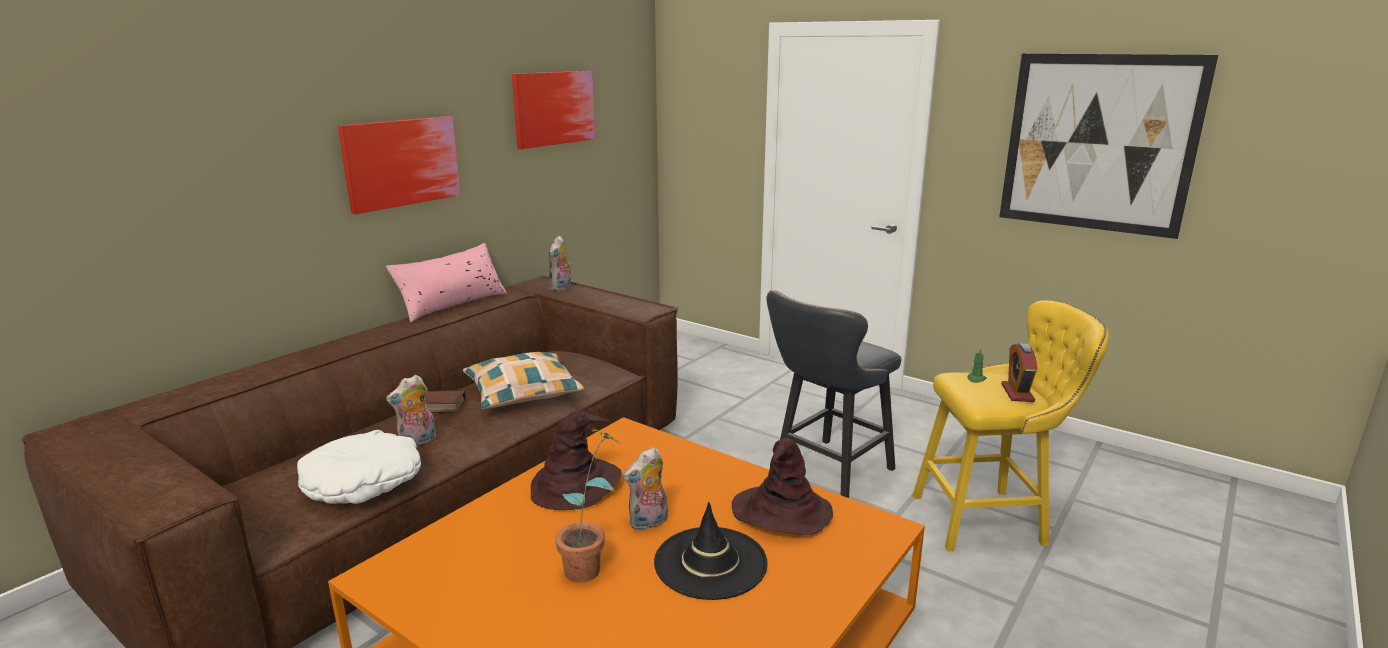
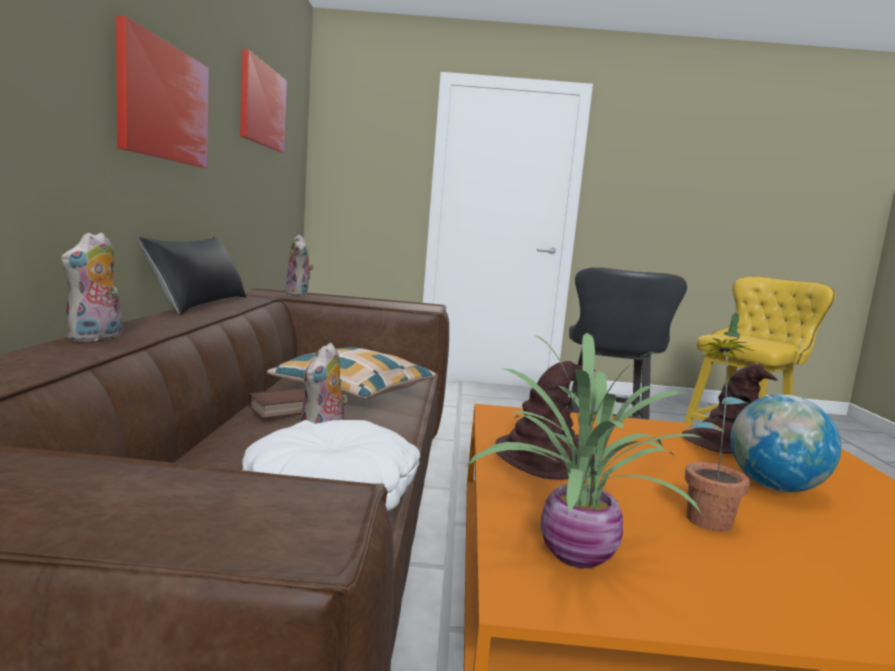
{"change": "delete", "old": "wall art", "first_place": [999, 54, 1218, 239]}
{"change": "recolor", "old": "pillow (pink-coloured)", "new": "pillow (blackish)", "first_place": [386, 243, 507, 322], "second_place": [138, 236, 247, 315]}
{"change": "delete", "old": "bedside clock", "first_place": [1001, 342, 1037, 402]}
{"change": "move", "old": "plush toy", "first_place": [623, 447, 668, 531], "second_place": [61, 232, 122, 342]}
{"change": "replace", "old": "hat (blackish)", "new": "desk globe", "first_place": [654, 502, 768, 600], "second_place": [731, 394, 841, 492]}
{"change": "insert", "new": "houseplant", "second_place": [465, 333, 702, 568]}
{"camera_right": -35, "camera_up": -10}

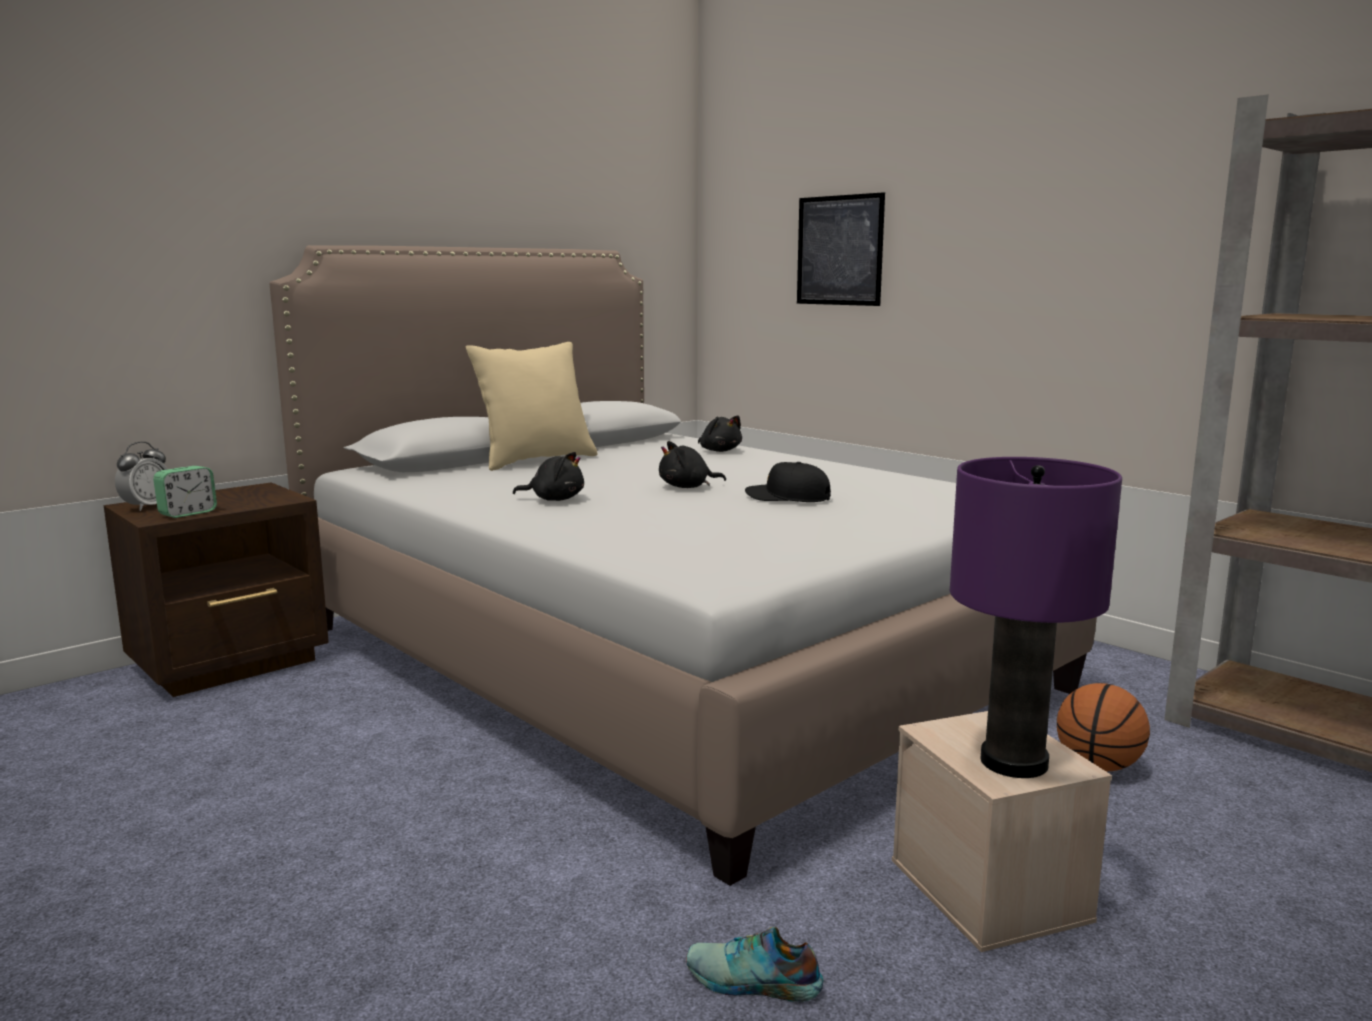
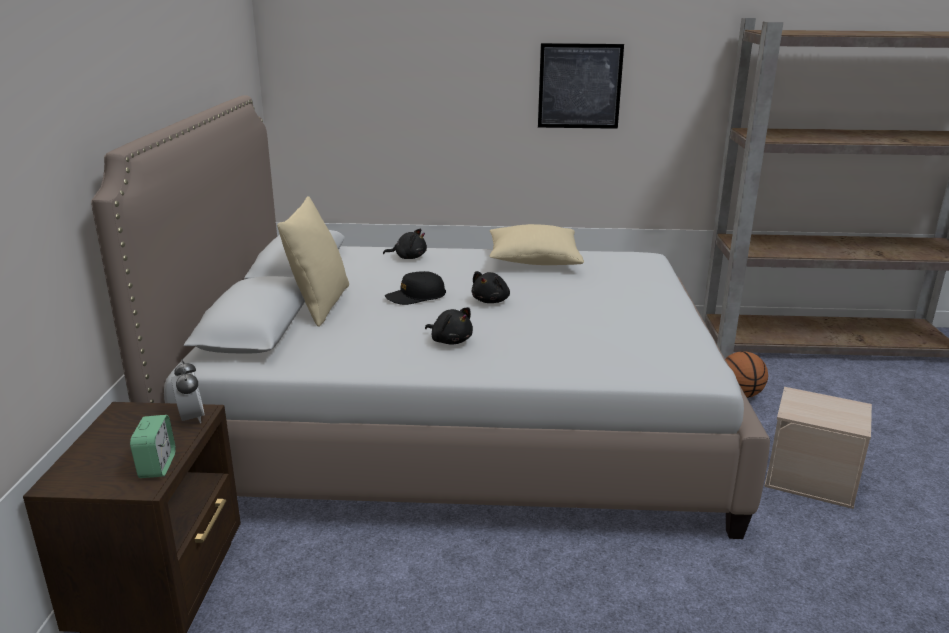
{"change": "move", "old": "wall art", "first_place": [797, 192, 885, 306], "second_place": [538, 43, 624, 129]}
{"change": "move", "old": "bedside clock", "first_place": [115, 442, 168, 511], "second_place": [171, 359, 205, 423]}
{"change": "rotate", "old": "plush toy (blackish)", "first_place": [513, 452, 584, 501], "second_place": [425, 307, 473, 345], "degrees": 75}
{"change": "delete", "old": "table lamp (purple)", "first_place": [950, 457, 1122, 778]}
{"change": "move", "old": "baseball cap (blackish)", "first_place": [745, 462, 831, 502], "second_place": [385, 271, 446, 305]}
{"change": "delete", "old": "item of footwear", "first_place": [686, 927, 823, 1002]}
{"change": "insert", "new": "pillow (sand-coloured)", "second_place": [489, 224, 584, 265]}
{"camera_right": -45, "camera_up": 10}

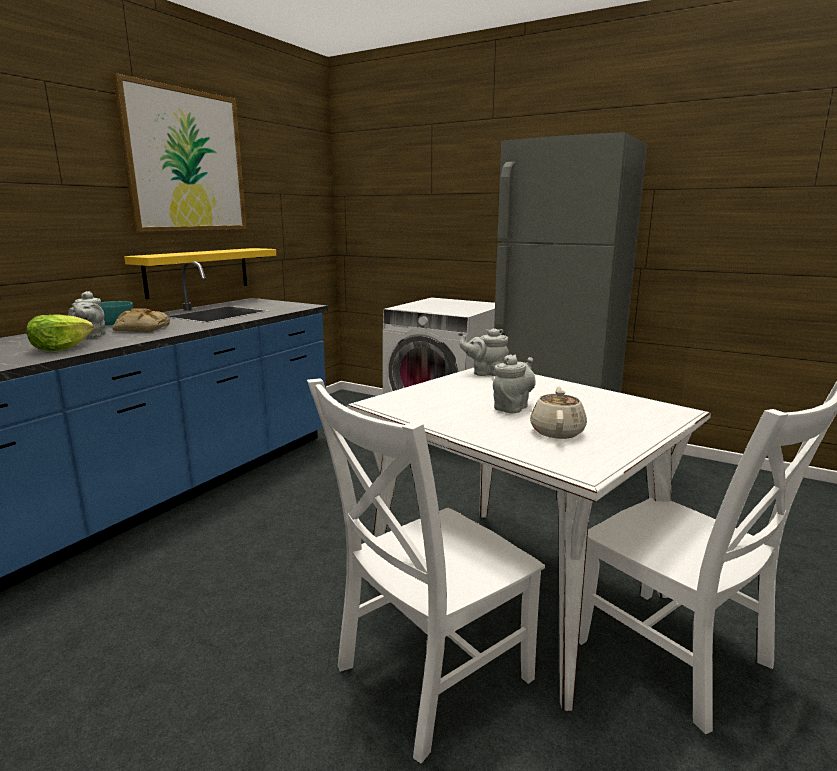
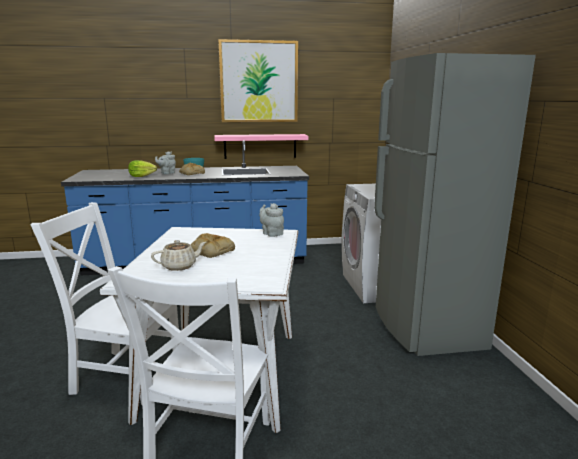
{"change": "recolor", "old": "wall shelf (yellow-coloured)", "new": "wall shelf (pink-coloured)", "first_place": [124, 248, 276, 299], "second_place": [214, 134, 308, 159]}
{"change": "replace", "old": "teapot (gray)", "new": "baked bread", "first_place": [493, 354, 536, 413], "second_place": [191, 233, 235, 258]}
{"camera_right": 50, "camera_up": 0}

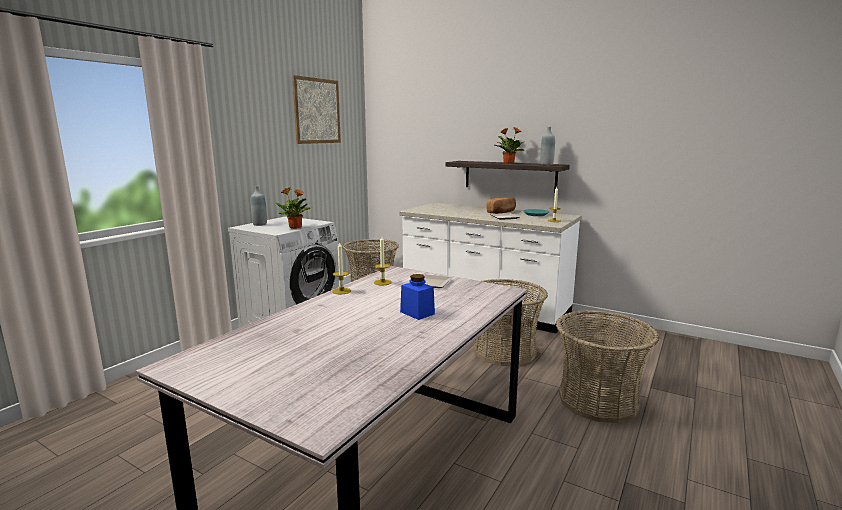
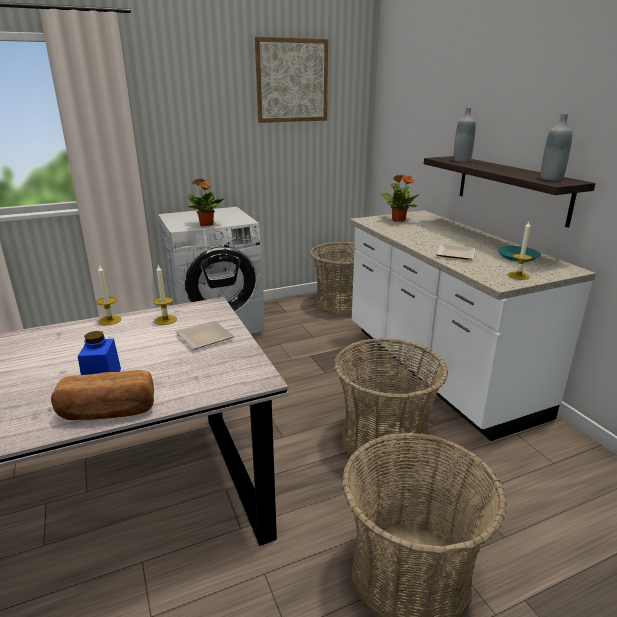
{"change": "move", "old": "houseplant", "first_place": [495, 127, 525, 164], "second_place": [380, 174, 420, 222]}
{"change": "move", "old": "beverage bottle (gray)", "first_place": [251, 186, 267, 226], "second_place": [453, 107, 476, 162]}
{"change": "move", "old": "baked bread", "first_place": [487, 197, 516, 214], "second_place": [51, 370, 154, 420]}
{"camera_right": 35, "camera_up": 10}

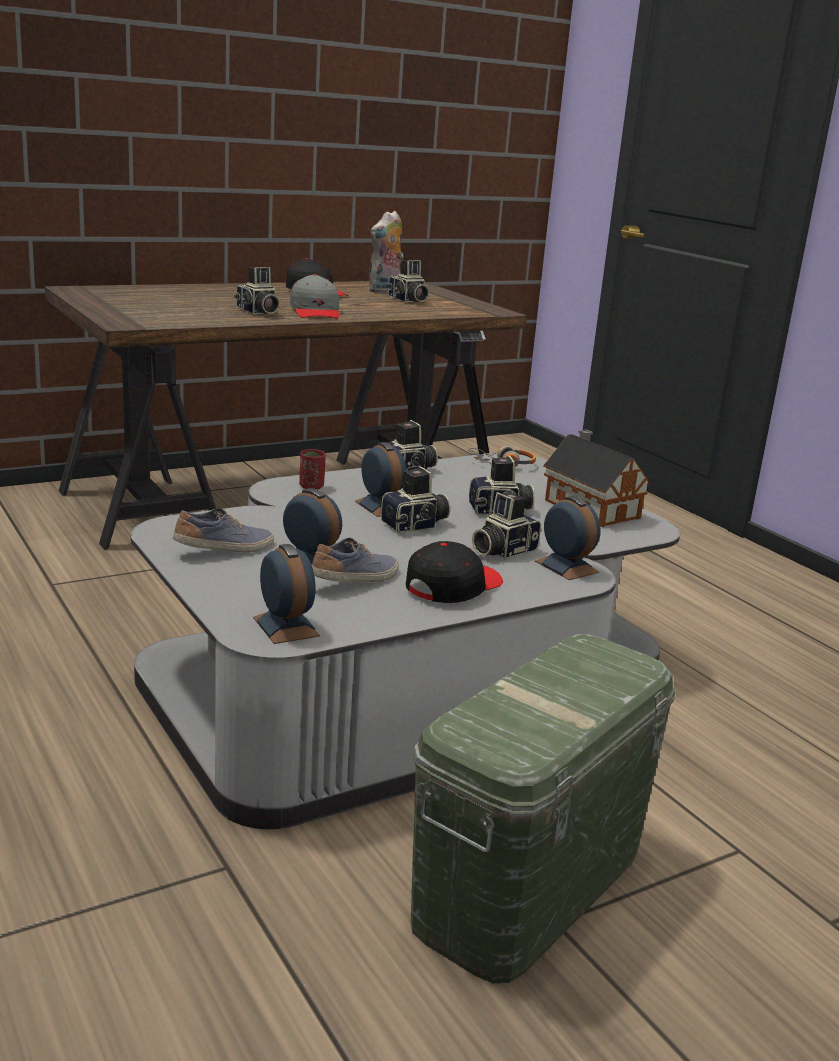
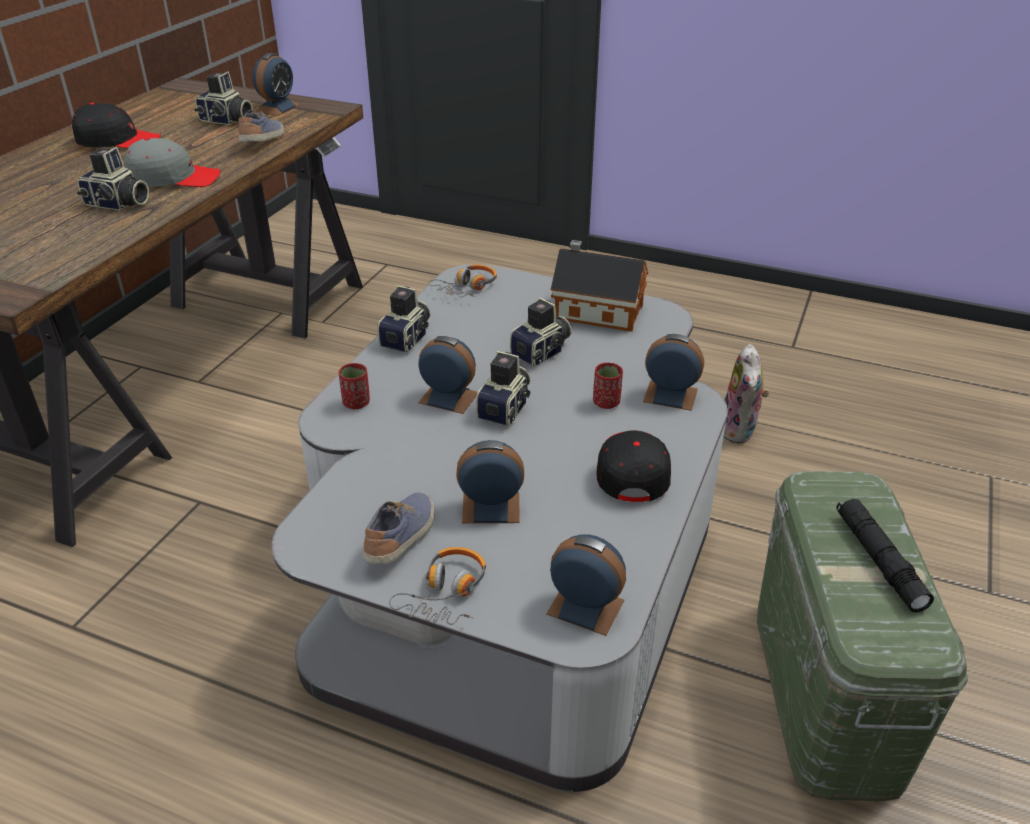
{"change": "move", "old": "plush toy", "first_place": [369, 211, 404, 293], "second_place": [723, 344, 769, 444]}
{"change": "rotate", "old": "baseball cap (gray)", "first_place": [290, 274, 339, 319], "second_place": [124, 138, 221, 187], "degrees": -45}
{"change": "replace", "old": "photo camera", "new": "drinking cup (red)", "first_place": [472, 492, 541, 559], "second_place": [593, 363, 623, 409]}
{"change": "move", "old": "item of footwear", "first_place": [312, 538, 399, 582], "second_place": [238, 110, 284, 142]}
{"change": "insert", "new": "bedside clock", "second_place": [253, 53, 300, 116]}
{"change": "insert", "new": "flashlight (blackish)", "second_place": [837, 499, 934, 612]}
{"change": "insert", "new": "pair of headphones", "second_place": [389, 547, 486, 625]}
{"camera_right": -35, "camera_up": 15}

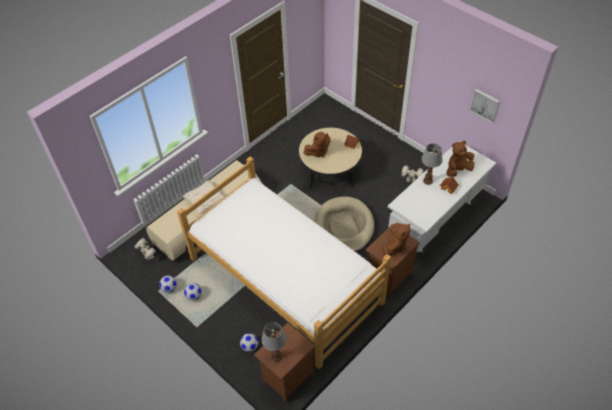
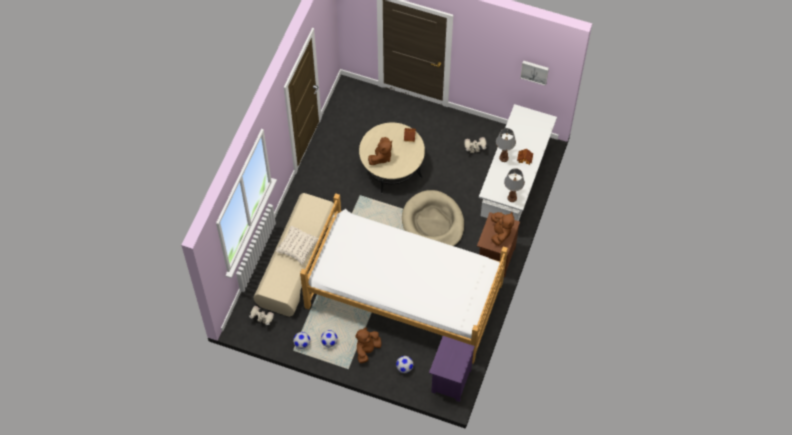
{"change": "move", "old": "plush toy (brown-coloured)", "first_place": [447, 141, 475, 177], "second_place": [355, 328, 382, 363]}
{"change": "move", "old": "table lamp", "first_place": [261, 322, 287, 362], "second_place": [504, 168, 525, 202]}
{"change": "recolor", "old": "bedside table (brown-coloured)", "new": "bedside table (purple)", "first_place": [254, 323, 315, 403], "second_place": [429, 336, 475, 402]}
{"camera_right": -25, "camera_up": 10}

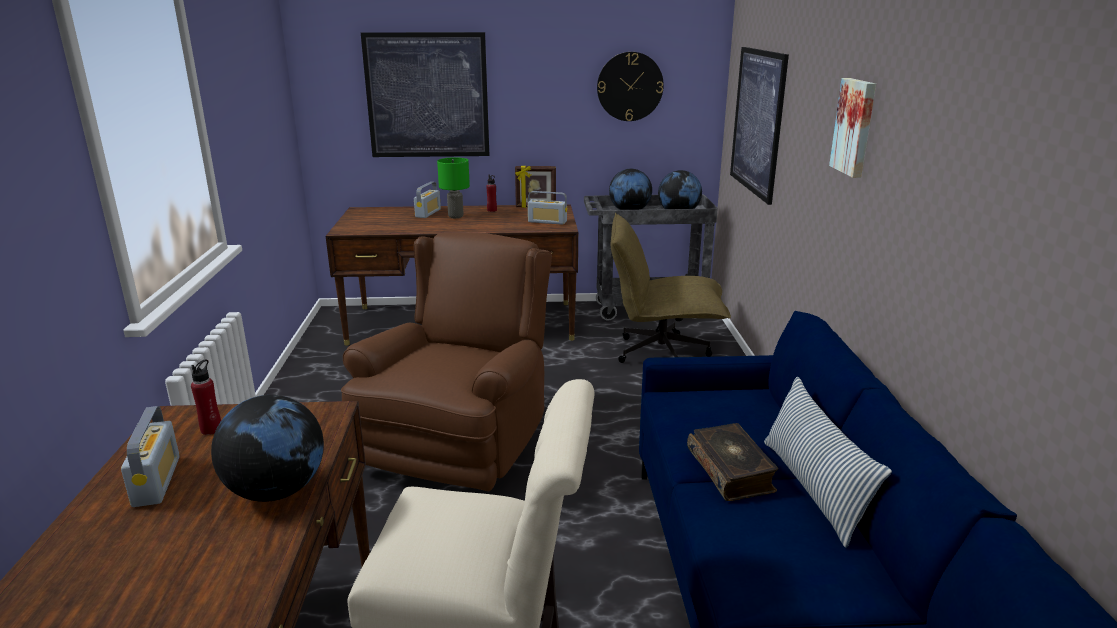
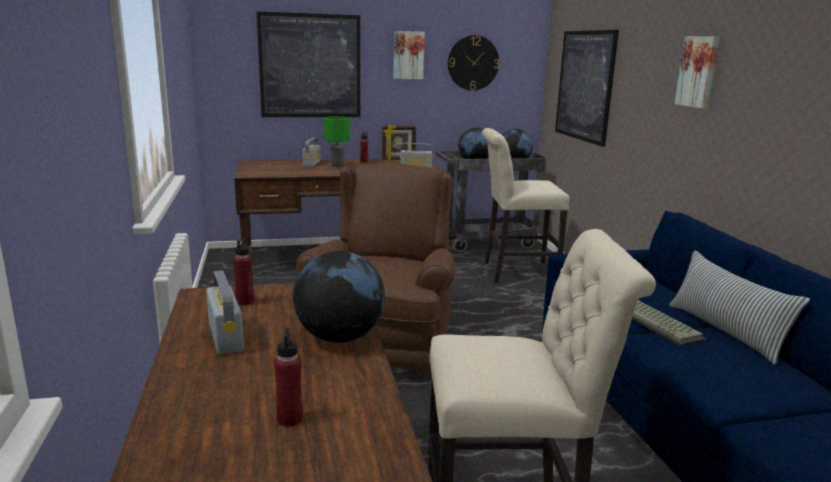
{"change": "replace", "old": "computer chair (sand-coloured)", "new": "sitting stool (sand-coloured)", "first_place": [611, 213, 731, 363], "second_place": [482, 128, 570, 283]}
{"change": "replace", "old": "bound book", "new": "PC keyboard", "first_place": [687, 423, 778, 501], "second_place": [632, 300, 706, 346]}
{"change": "insert", "new": "wall art", "second_place": [393, 31, 425, 79]}
{"change": "insert", "new": "beverage bottle (red)", "second_place": [274, 328, 303, 427]}
{"camera_right": -10, "camera_up": -5}

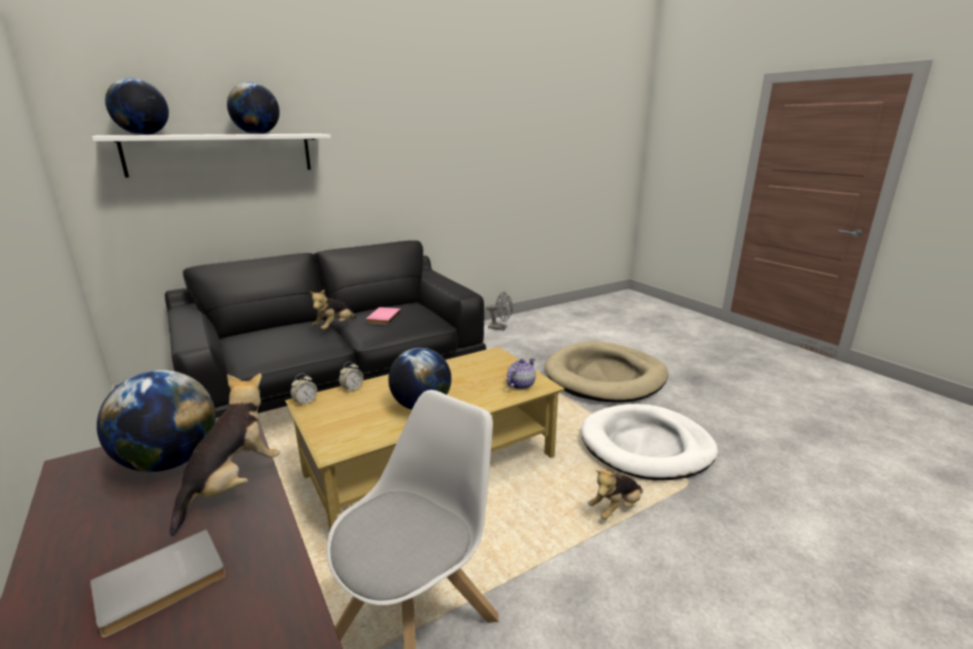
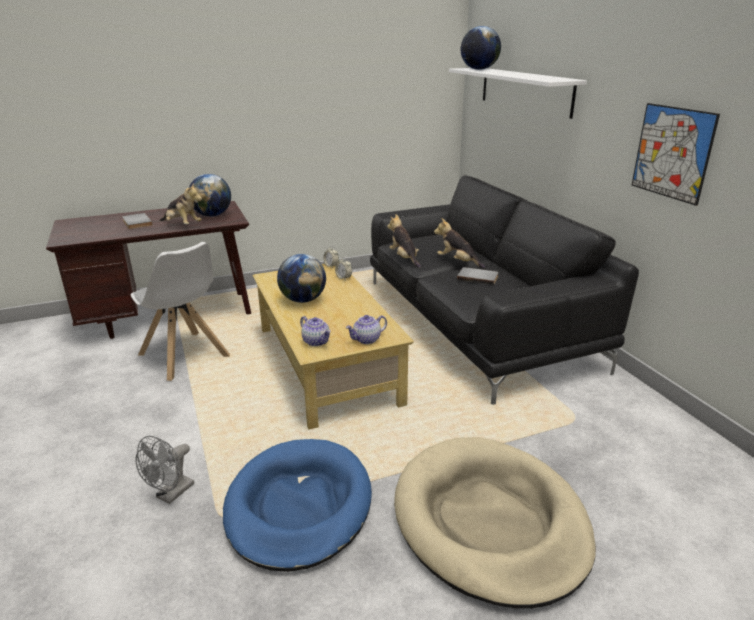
{"change": "delete", "old": "desk globe", "first_place": [227, 82, 280, 134]}
{"change": "move", "old": "electric fan (gray)", "first_place": [486, 292, 513, 331], "second_place": [136, 436, 194, 504]}
{"change": "recolor", "old": "bound book (pink-coloured)", "new": "bound book (gray)", "first_place": [366, 307, 401, 325], "second_place": [457, 267, 499, 285]}
{"change": "recolor", "old": "pet bed (white)", "new": "pet bed (blue-coloured)", "first_place": [581, 404, 718, 480], "second_place": [223, 439, 372, 572]}
{"change": "move", "old": "plush toy", "first_place": [588, 470, 643, 520], "second_place": [387, 214, 421, 268]}
{"change": "insert", "new": "wall art", "second_place": [632, 103, 720, 206]}
{"change": "insert", "new": "teapot", "second_place": [346, 315, 387, 344]}
{"camera_right": 100, "camera_up": 5}

